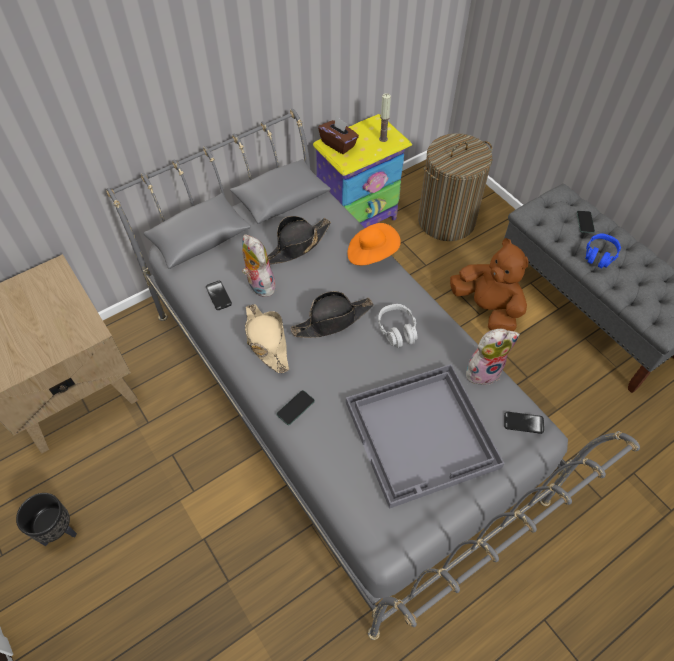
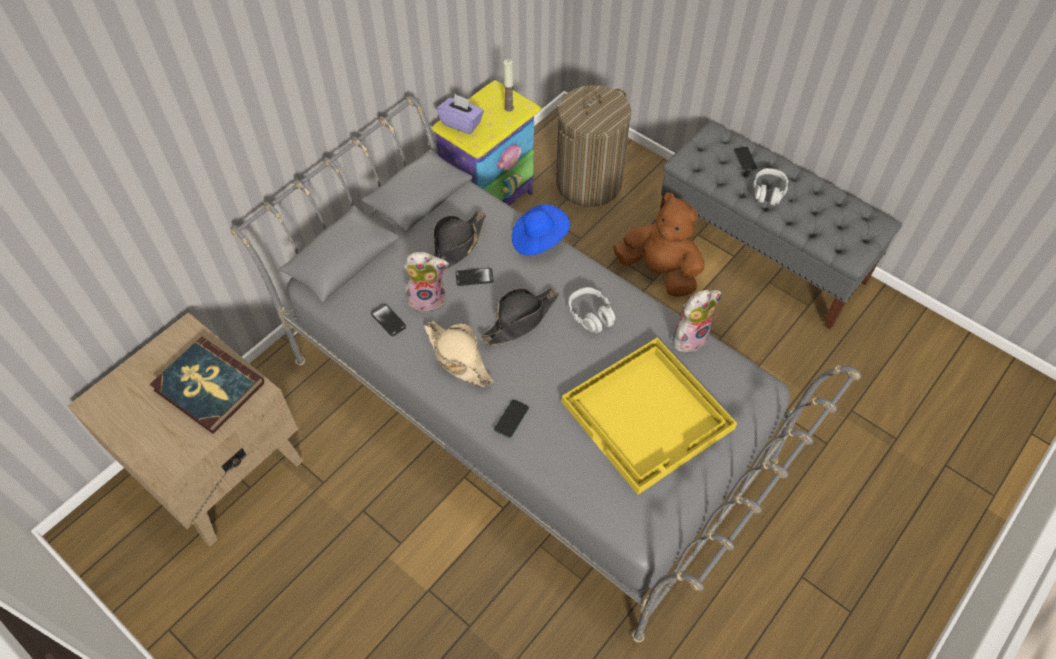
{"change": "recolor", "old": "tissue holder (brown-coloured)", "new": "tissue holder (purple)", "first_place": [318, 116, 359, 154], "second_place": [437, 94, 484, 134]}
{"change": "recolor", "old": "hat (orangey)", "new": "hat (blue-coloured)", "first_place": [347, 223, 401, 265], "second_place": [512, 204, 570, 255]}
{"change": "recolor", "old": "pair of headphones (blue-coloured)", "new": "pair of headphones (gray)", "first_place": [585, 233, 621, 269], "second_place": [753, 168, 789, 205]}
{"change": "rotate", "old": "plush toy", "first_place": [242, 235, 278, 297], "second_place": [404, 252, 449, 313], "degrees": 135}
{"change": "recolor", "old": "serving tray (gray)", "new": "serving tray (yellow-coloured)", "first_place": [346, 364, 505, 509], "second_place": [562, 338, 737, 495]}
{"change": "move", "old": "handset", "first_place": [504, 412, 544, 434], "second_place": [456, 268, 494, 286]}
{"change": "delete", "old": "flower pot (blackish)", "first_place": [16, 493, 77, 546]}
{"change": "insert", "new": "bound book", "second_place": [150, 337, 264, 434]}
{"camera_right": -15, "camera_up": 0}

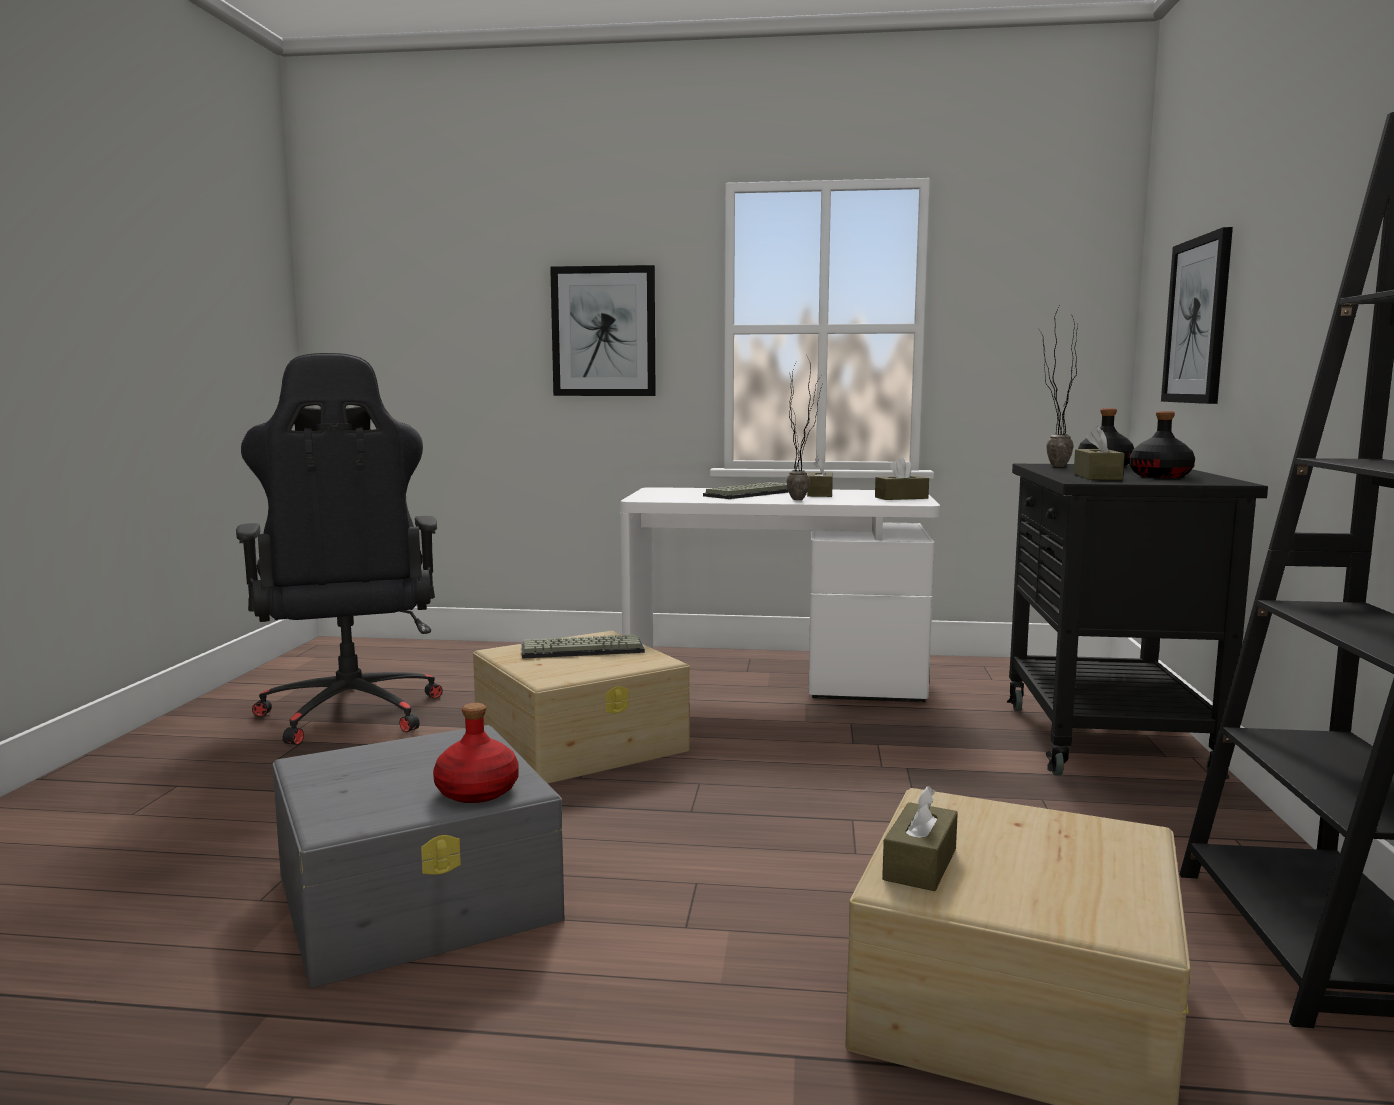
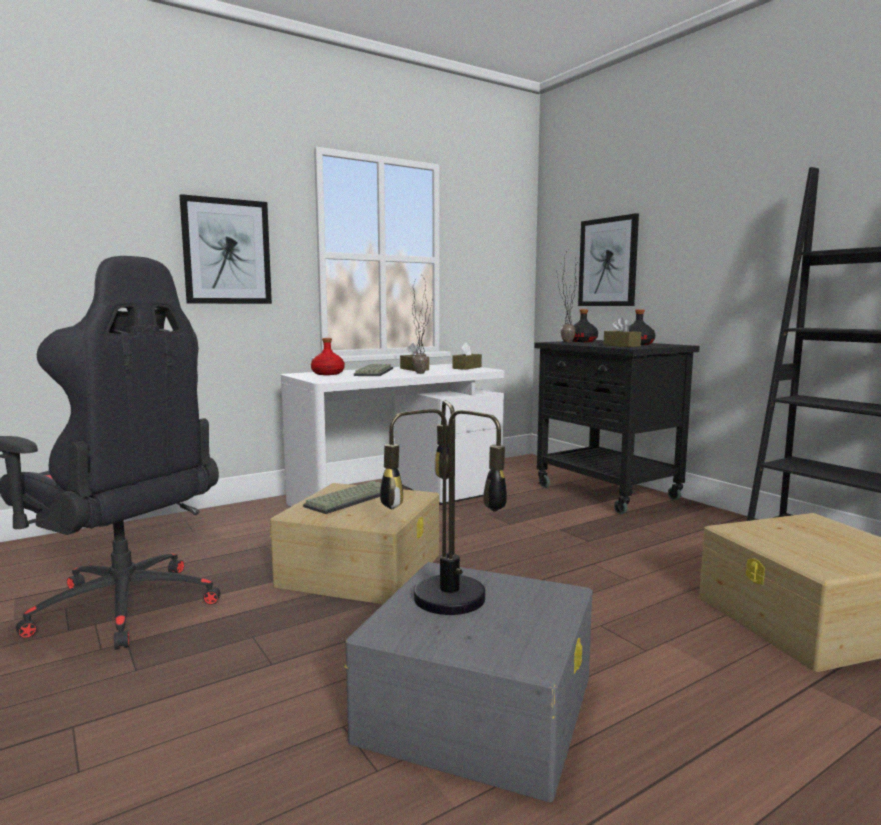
{"change": "move", "old": "beverage bottle (red)", "first_place": [433, 703, 519, 803], "second_place": [311, 338, 345, 375]}
{"change": "delete", "old": "tissue holder (brown-coloured)", "first_place": [882, 786, 958, 891]}
{"change": "insert", "new": "table lamp", "second_place": [380, 400, 507, 615]}
{"camera_right": -40, "camera_up": 0}

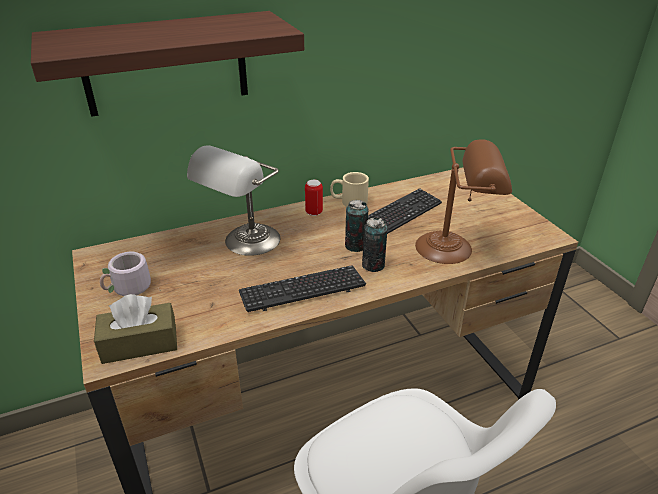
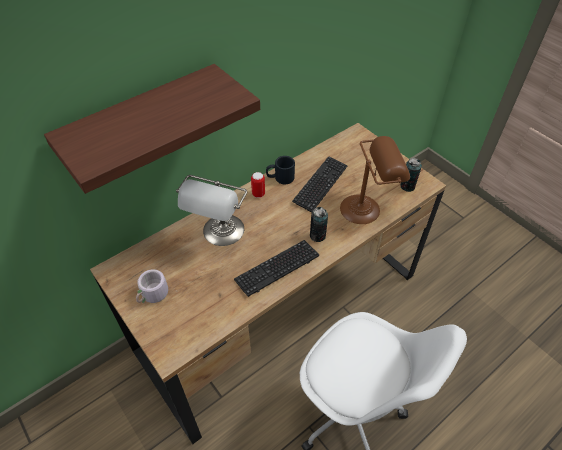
{"change": "recolor", "old": "coffee mug (sand-coloured)", "new": "coffee mug (blackish)", "first_place": [330, 172, 369, 207], "second_place": [266, 156, 295, 184]}
{"change": "move", "old": "sealed can", "first_place": [345, 200, 369, 252], "second_place": [400, 158, 422, 192]}
{"change": "delete", "old": "tissue holder (brown-coloured)", "first_place": [94, 294, 177, 364]}
{"camera_right": -15, "camera_up": 15}

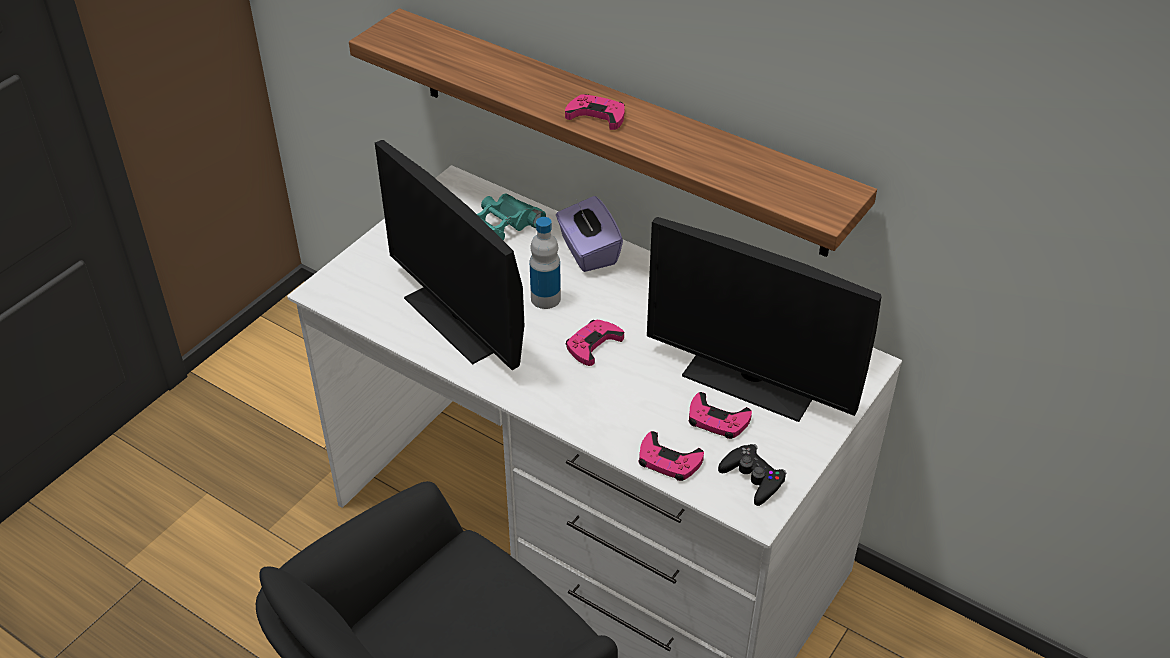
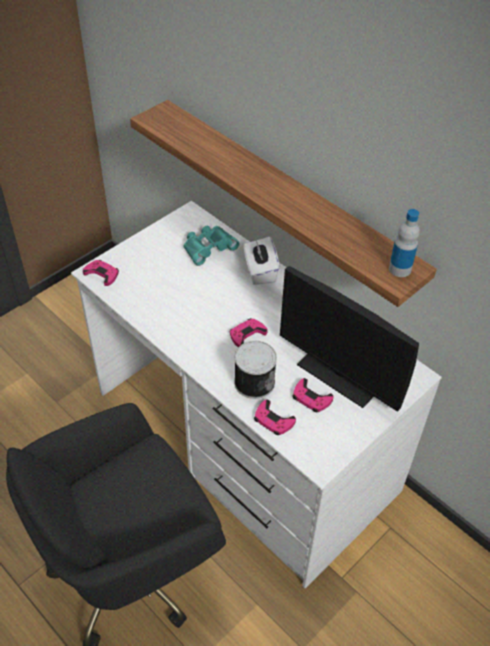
{"change": "move", "old": "joypad (pink-coloured)", "first_place": [565, 94, 625, 130], "second_place": [83, 260, 119, 286]}
{"change": "delete", "old": "computer display", "first_place": [375, 140, 524, 370]}
{"change": "recolor", "old": "tissue holder (purple)", "new": "tissue holder (white)", "first_place": [556, 196, 623, 272], "second_place": [244, 237, 280, 285]}
{"change": "move", "old": "beverage bottle", "first_place": [530, 217, 561, 309], "second_place": [389, 209, 420, 277]}
{"change": "delete", "old": "joypad (blackish)", "first_place": [718, 444, 786, 506]}
{"change": "insert", "new": "sealed can", "second_place": [234, 341, 277, 399]}
{"camera_right": 10, "camera_up": 5}

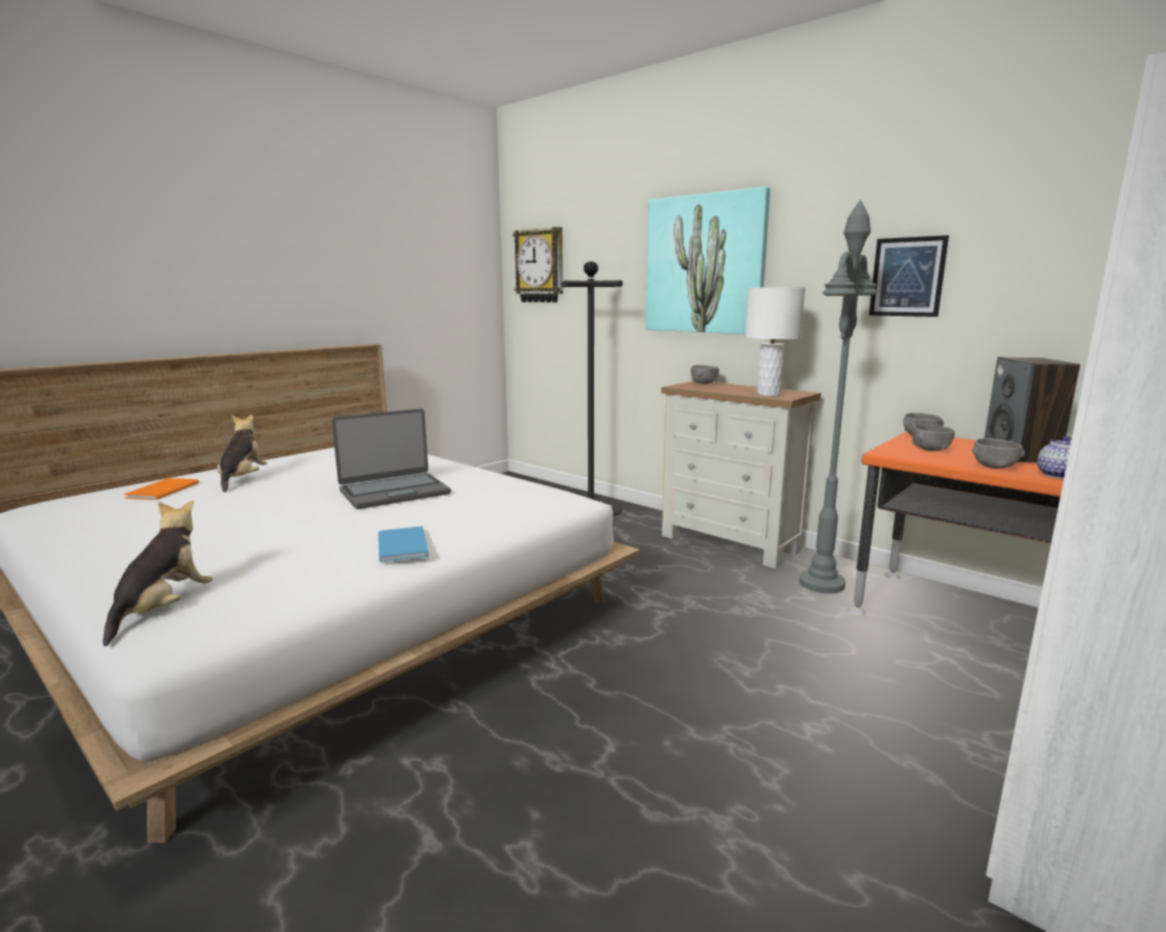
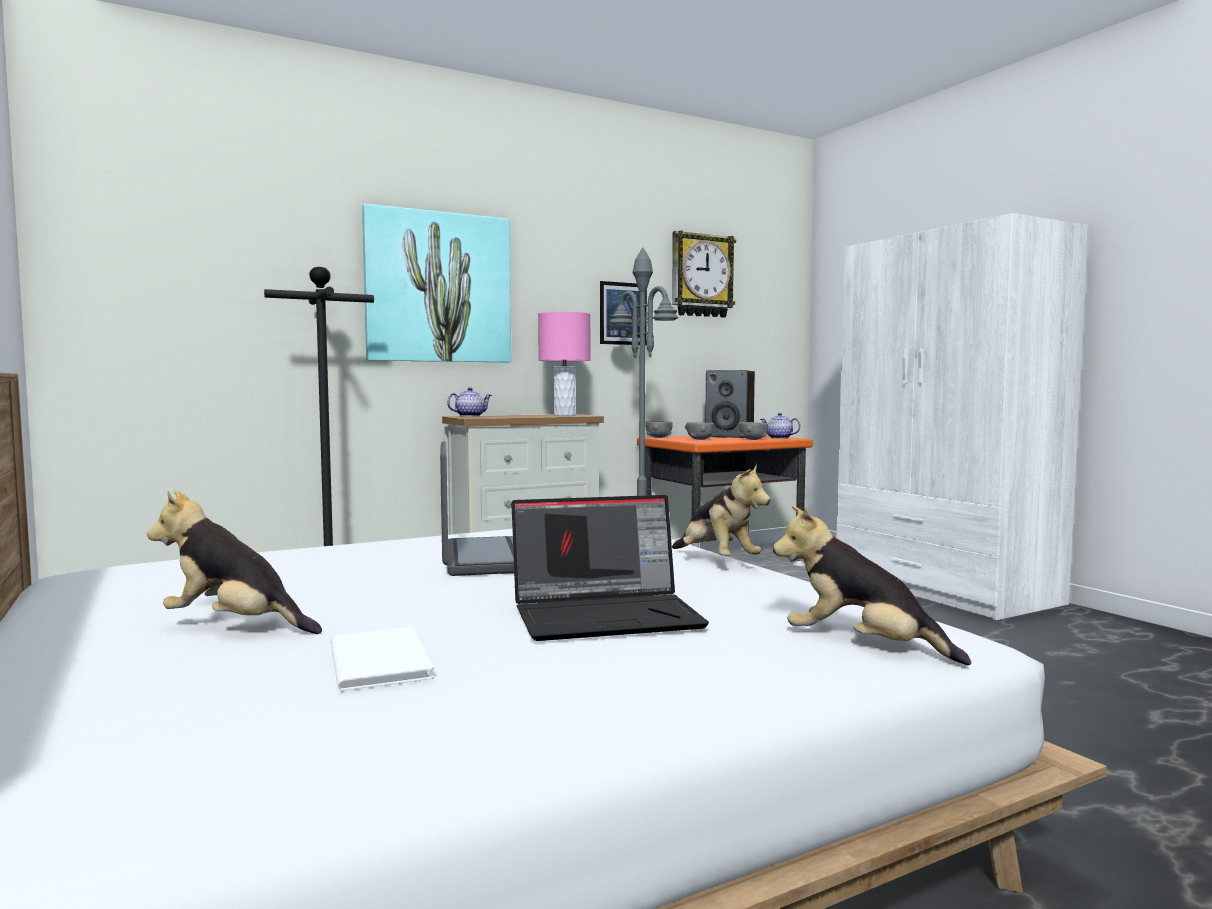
{"change": "move", "old": "clock on the wall", "first_place": [513, 227, 563, 303], "second_place": [672, 230, 736, 317]}
{"change": "recolor", "old": "table lamp (white)", "new": "table lamp (pink-coloured)", "first_place": [745, 287, 806, 396], "second_place": [538, 312, 590, 416]}
{"change": "replace", "old": "deep dish (gray)", "new": "teapot", "first_place": [691, 365, 719, 384], "second_place": [447, 387, 492, 417]}
{"change": "delete", "old": "bound book (orangey)", "first_place": [124, 478, 199, 500]}
{"change": "replace", "old": "bound book (blue-coloured)", "new": "plush toy", "first_place": [378, 526, 429, 562], "second_place": [672, 463, 771, 556]}
{"change": "insert", "new": "notebook computer", "second_place": [511, 495, 709, 641]}
{"change": "insert", "new": "bound book (white)", "second_place": [330, 627, 434, 691]}
{"camera_right": -70, "camera_up": -10}

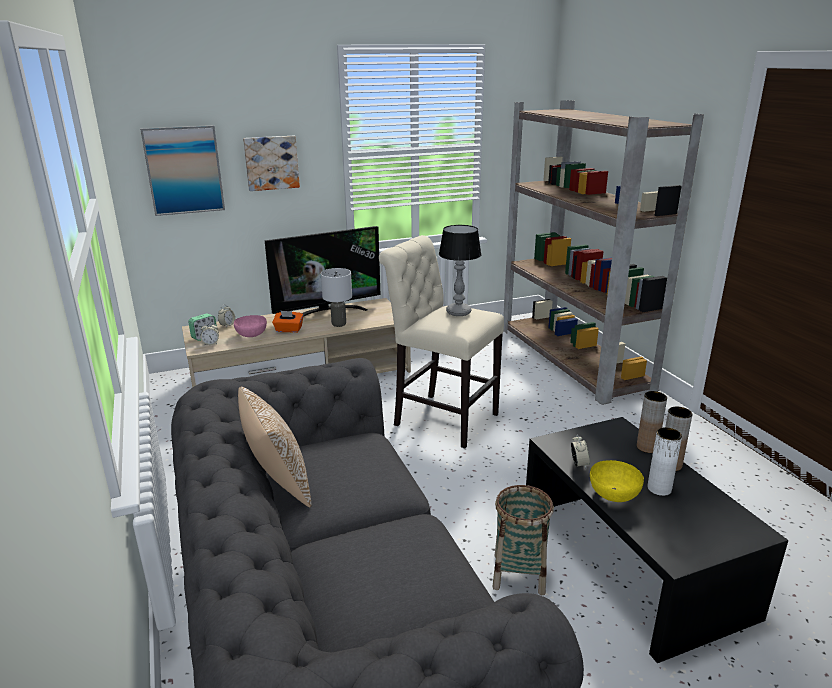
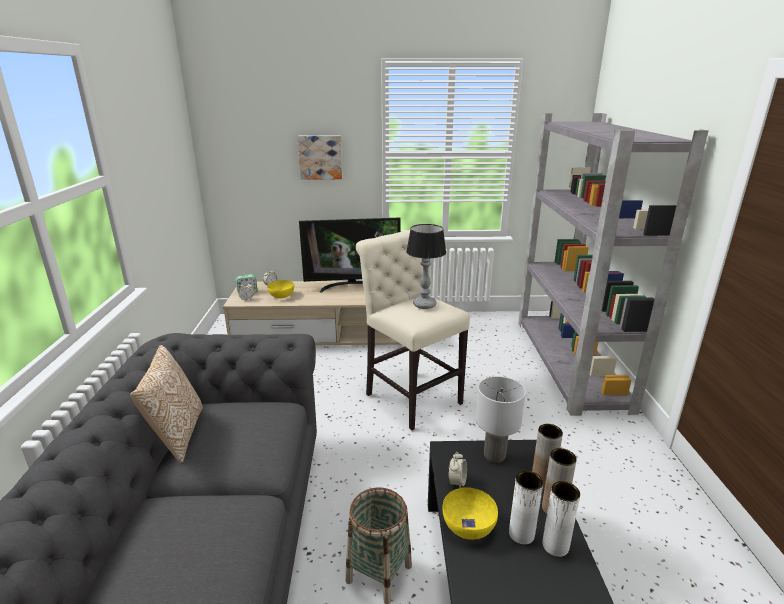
{"change": "recolor", "old": "bookshelf (brown-coloured)", "new": "bookshelf (gray)", "first_place": [503, 100, 704, 405], "second_place": [518, 113, 708, 416]}
{"change": "delete", "old": "wall art", "first_place": [140, 125, 225, 216]}
{"change": "move", "old": "table lamp (white)", "first_place": [321, 268, 352, 327], "second_place": [476, 376, 526, 463]}
{"change": "delete", "old": "tissue holder (orangey)", "first_place": [272, 311, 304, 333]}
{"change": "recolor", "old": "deep dish (pink-coloured)", "new": "deep dish (yellow-coloured)", "first_place": [234, 315, 267, 337], "second_place": [267, 280, 294, 298]}
{"change": "insert", "new": "vase (white)", "second_place": [542, 481, 580, 557]}
{"camera_right": 20, "camera_up": 0}

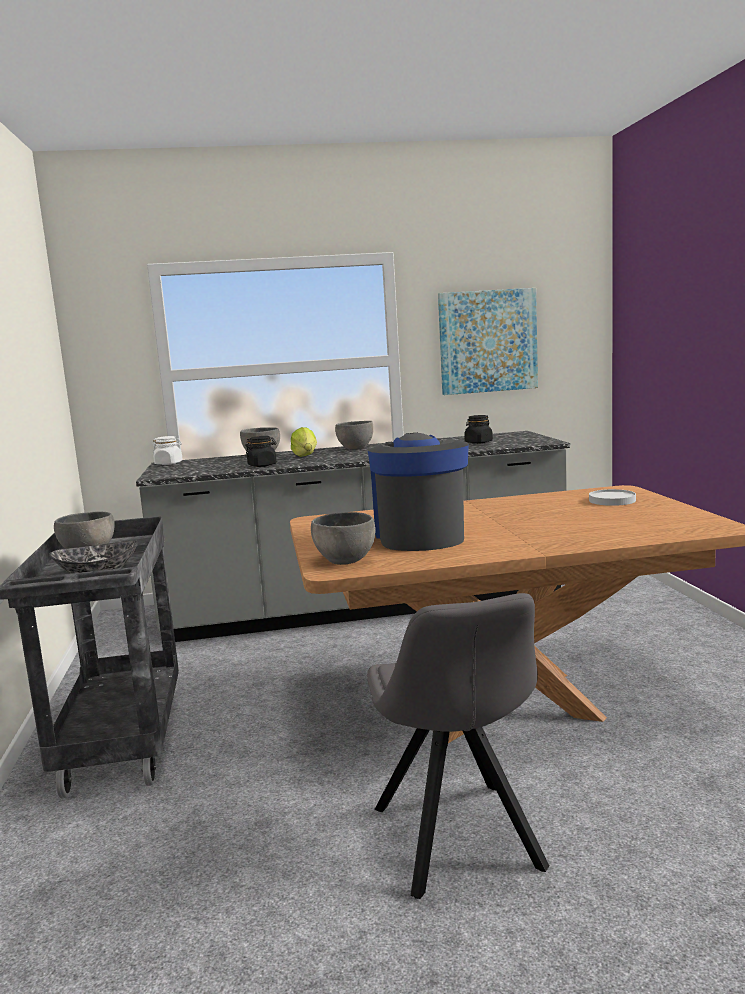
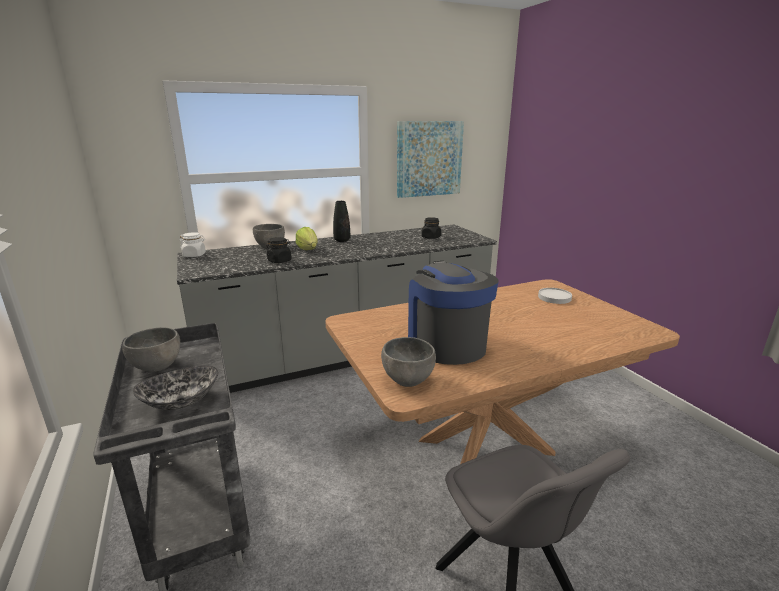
{"change": "replace", "old": "deep dish (gray)", "new": "vase (blackish)", "first_place": [335, 421, 374, 449], "second_place": [333, 201, 350, 242]}
{"camera_right": -15, "camera_up": 10}

